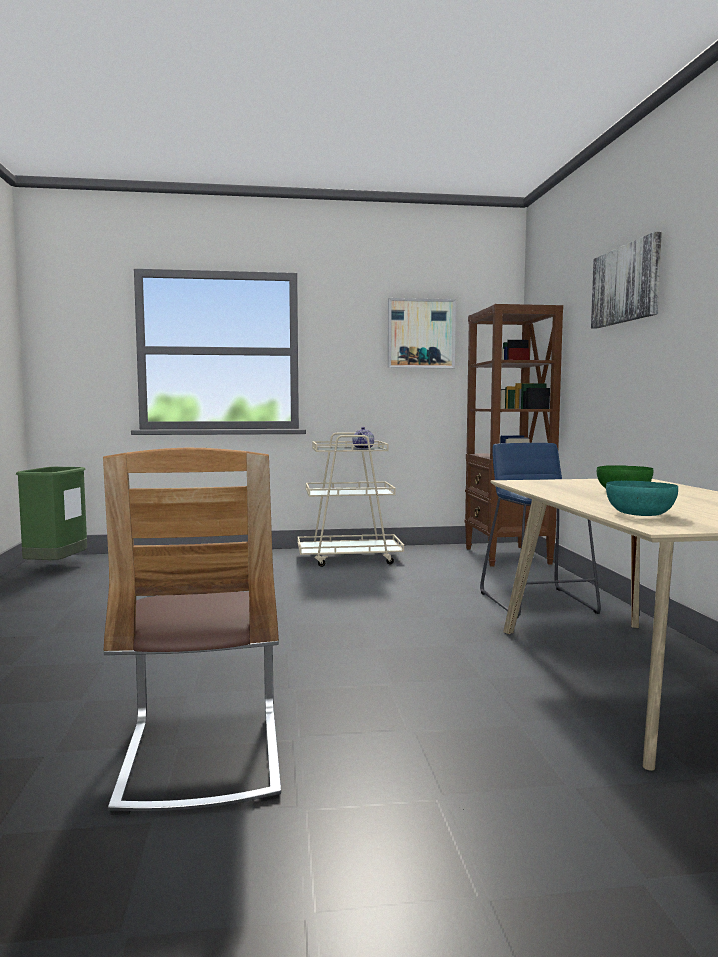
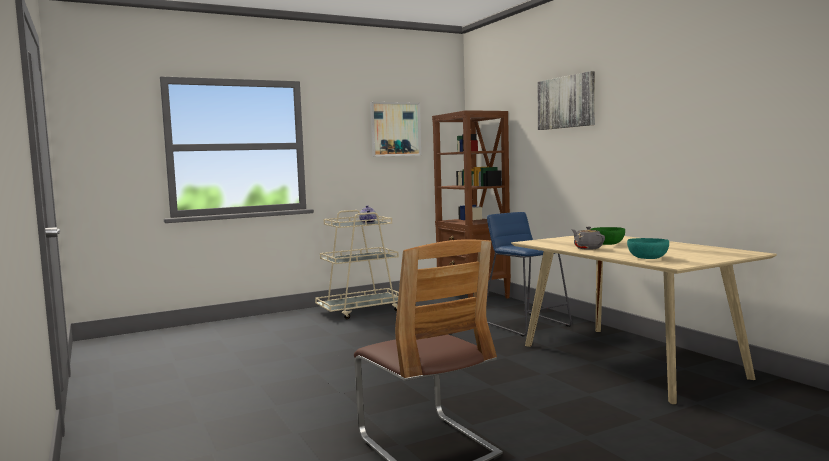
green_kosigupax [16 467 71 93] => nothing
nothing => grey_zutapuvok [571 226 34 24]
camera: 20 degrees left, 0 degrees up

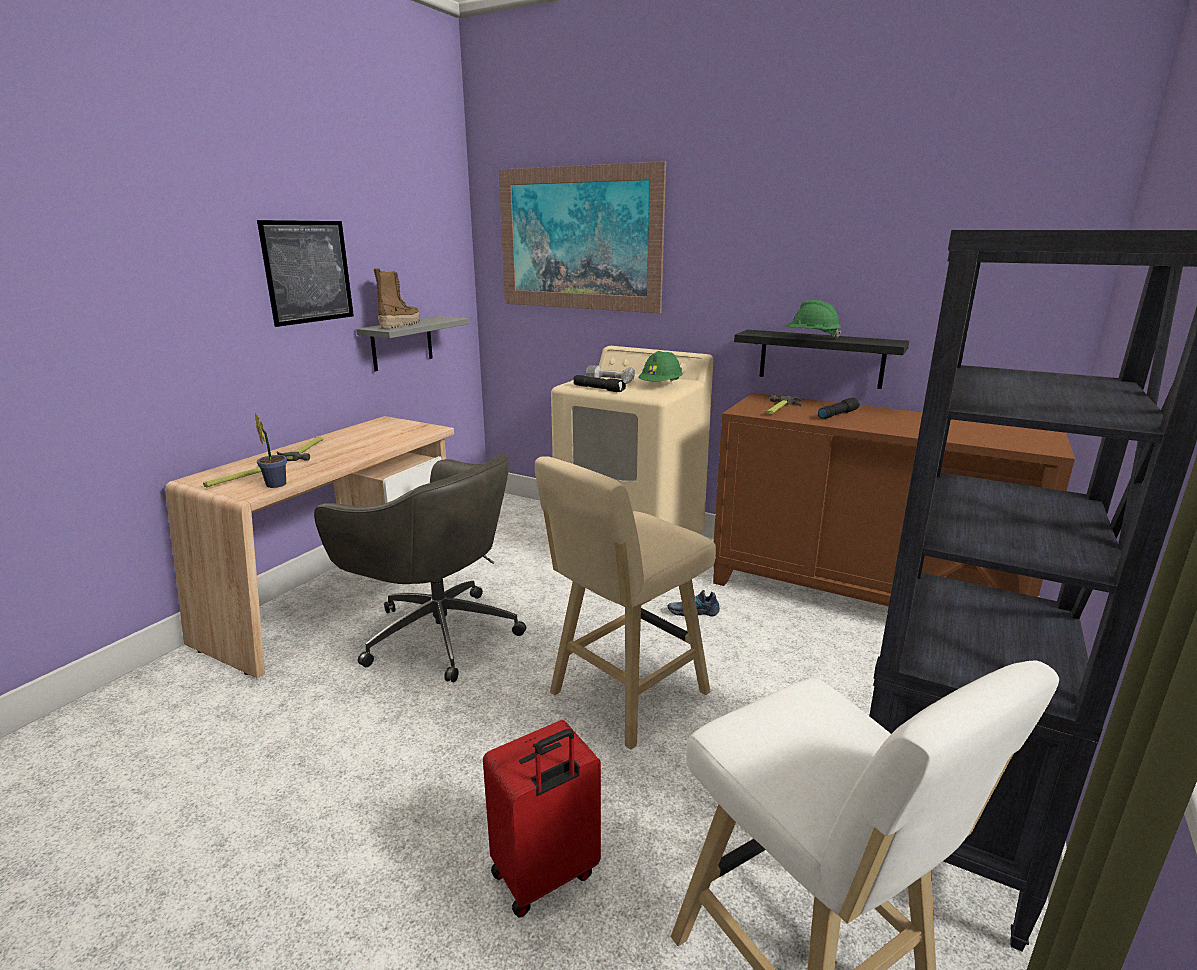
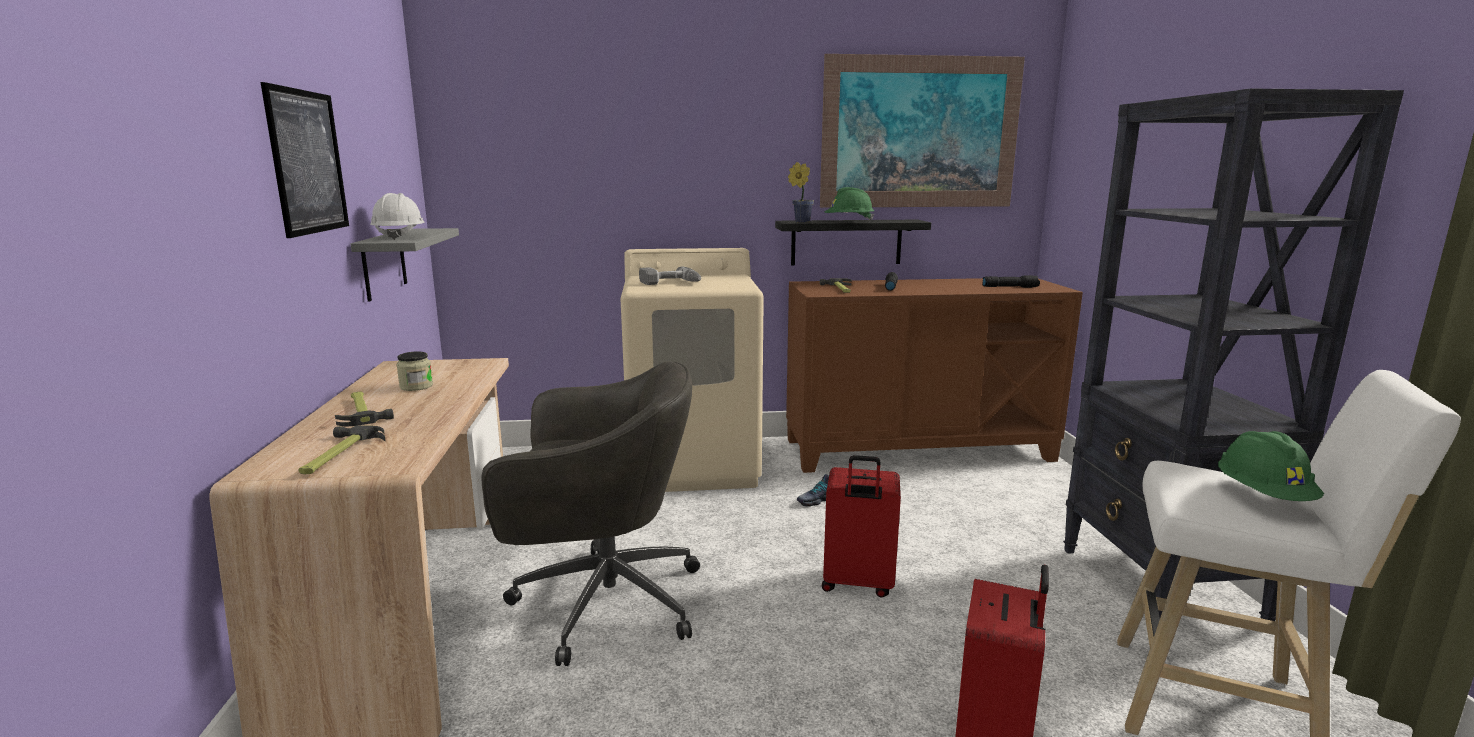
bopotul [255 413 32 75] => bopotul [788 162 26 61], shifted
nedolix [374 268 46 61] => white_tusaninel [370 193 55 47]
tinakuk [499 161 167 152] => tinakuk [820 54 205 154], shifted
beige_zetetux [535 456 181 294] => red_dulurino [822 455 79 143]
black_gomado [573 375 53 17] => black_gomado [982 275 58 13], shifted
green_tusaninel [638 351 45 31] => green_tusaninel [1218 431 106 70], shifted
nothing => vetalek [397 351 36 40]
camera: 35 degrees left, 5 degrees down

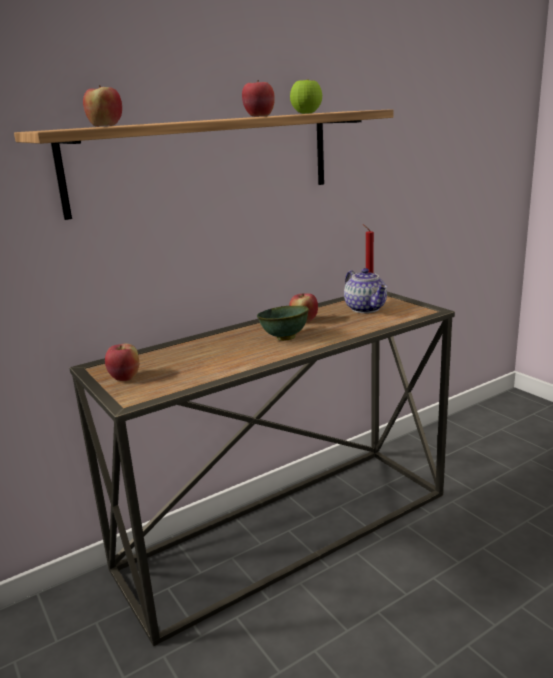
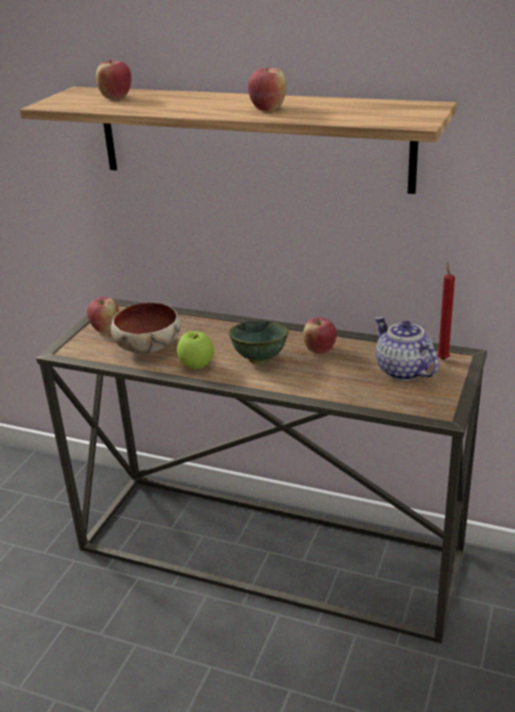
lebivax [290 80 32 34] => lebivax [177 331 37 38], shifted
zutapuvok [344 268 43 45] => zutapuvok [375 316 64 65], 120 degrees clockwise
nothing => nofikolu [110 302 71 52]
camera: 55 degrees right, 10 degrees up

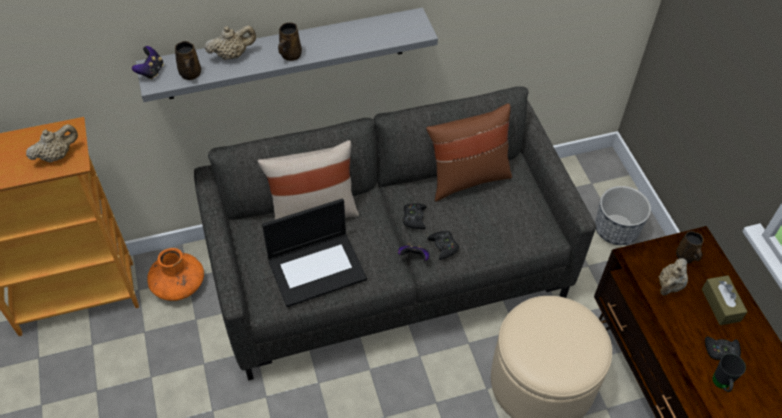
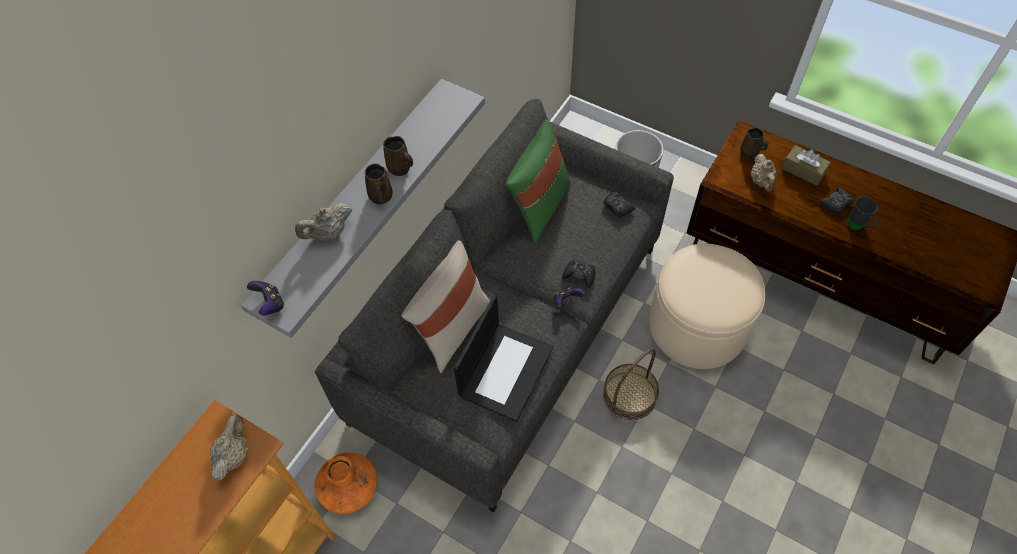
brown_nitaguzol [175 41 26 39] => brown_nitaguzol [383 136 30 40], shifted
beige_zutapuvok [204 25 52 35] => beige_zutapuvok [295 203 57 38], 150 degrees counterclockwise
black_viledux [403 203 24 26] => black_viledux [604 191 31 26], shifted
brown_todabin [426 103 86 99] => green_todabin [506 120 65 124]
nothing => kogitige [603 348 56 73]
camera: 40 degrees left, 5 degrees up

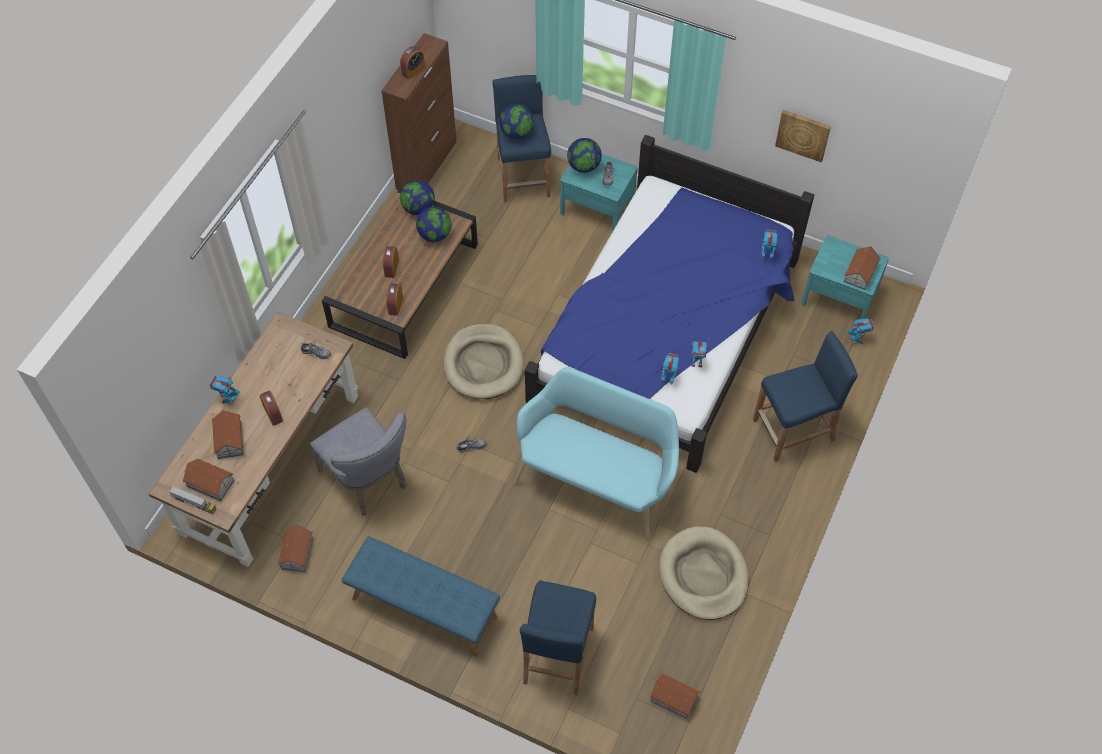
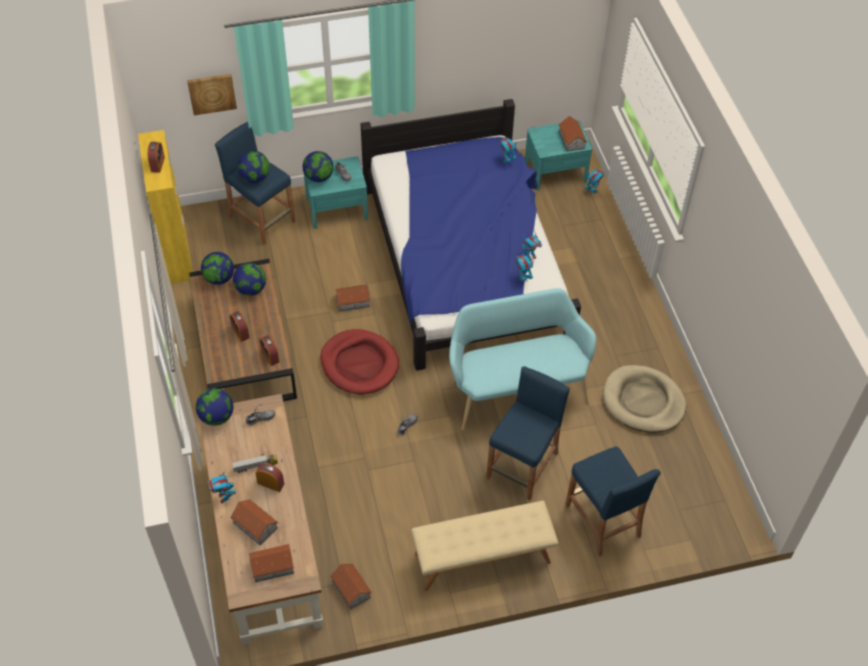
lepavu [169 486 47 28] => lepavu [232 455 46 18], shifted
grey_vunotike [310 407 96 109] => nothing
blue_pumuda [342 536 158 121] => beige_pumuda [411 501 148 90]
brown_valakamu [381 33 76 157] => yellow_valakamu [138 130 55 154]
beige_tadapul [444 324 80 75] => red_tadapul [320 329 79 66]
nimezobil [650 673 50 46] => nimezobil [335 284 36 27], shifted
blue_zetetux [753 331 105 131] => blue_zetetux [486 366 84 134], shifted
tinakuk [775 110 56 52] => tinakuk [187 74 50 41], shifted
nothing => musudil [196 388 37 38]
camera: 40 degrees left, 5 degrees down

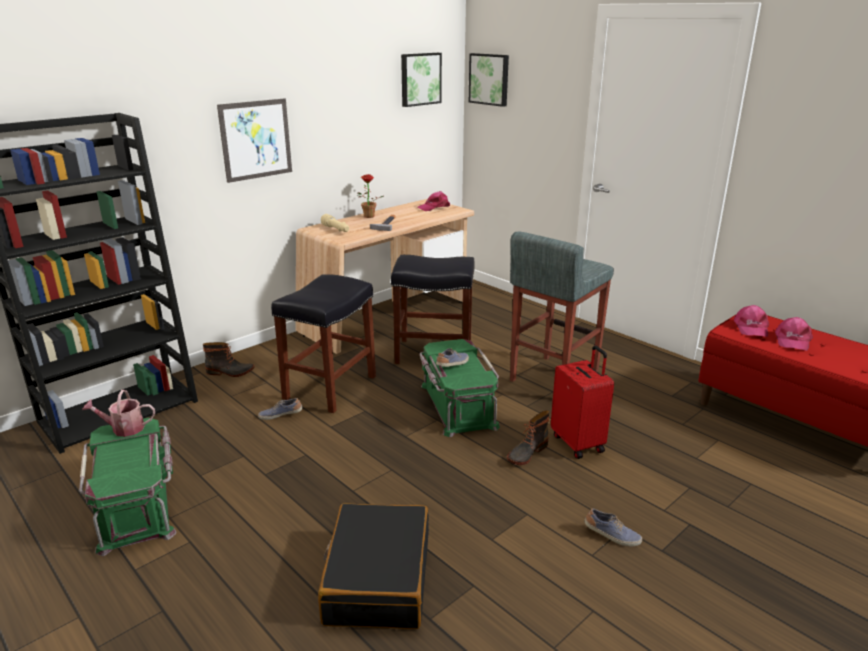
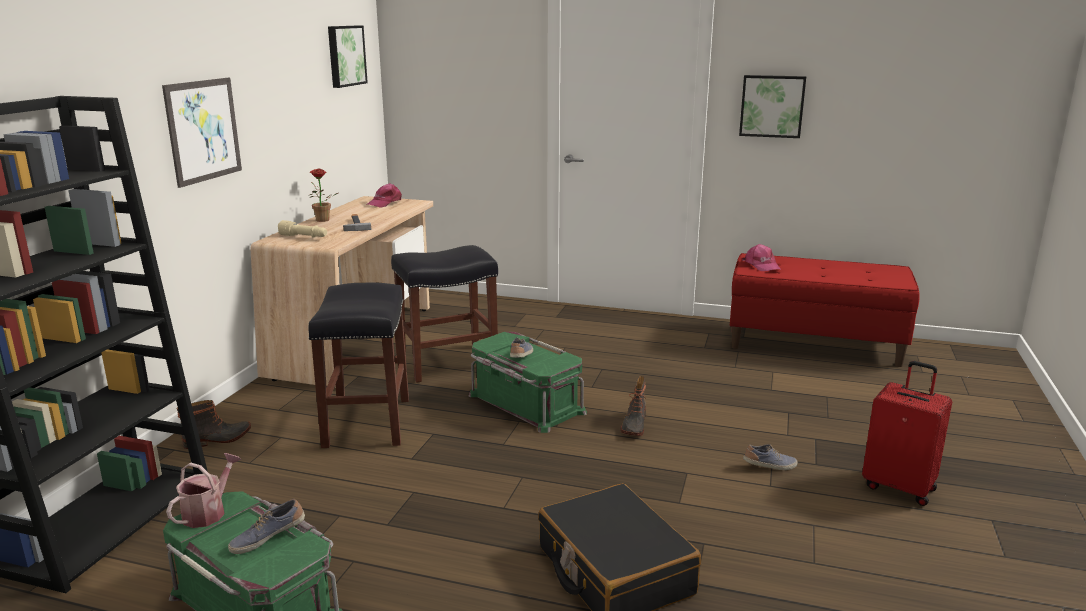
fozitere [82 390 73 47] => fozitere [166 453 75 75], 150 degrees clockwise
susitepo [258 398 45 22] => susitepo [228 499 77 55], shifted
tinakuk [469 53 40 54] => tinakuk [739 75 67 63], shifted
grey_zetetux [510 232 104 150] => nothing
red_dulurino [551 345 63 114] => red_dulurino [862 361 90 145], shifted
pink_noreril [775 317 38 34] => nothing
camera: 30 degrees left, 5 degrees down

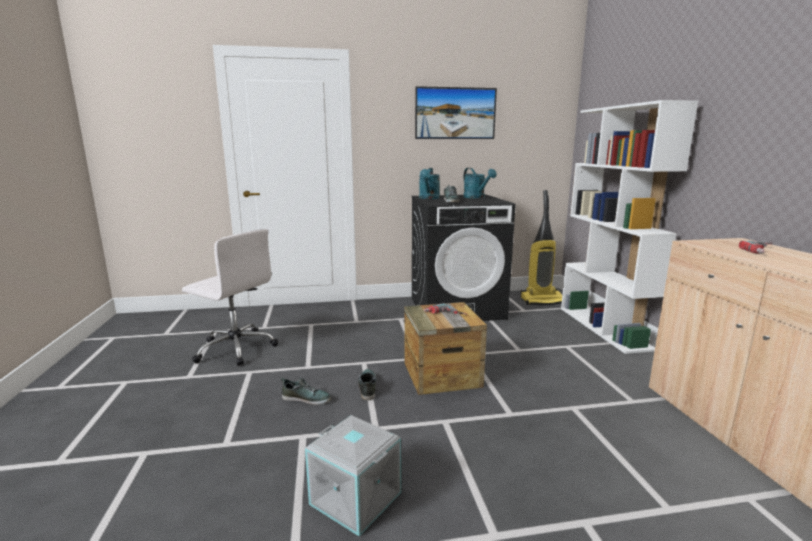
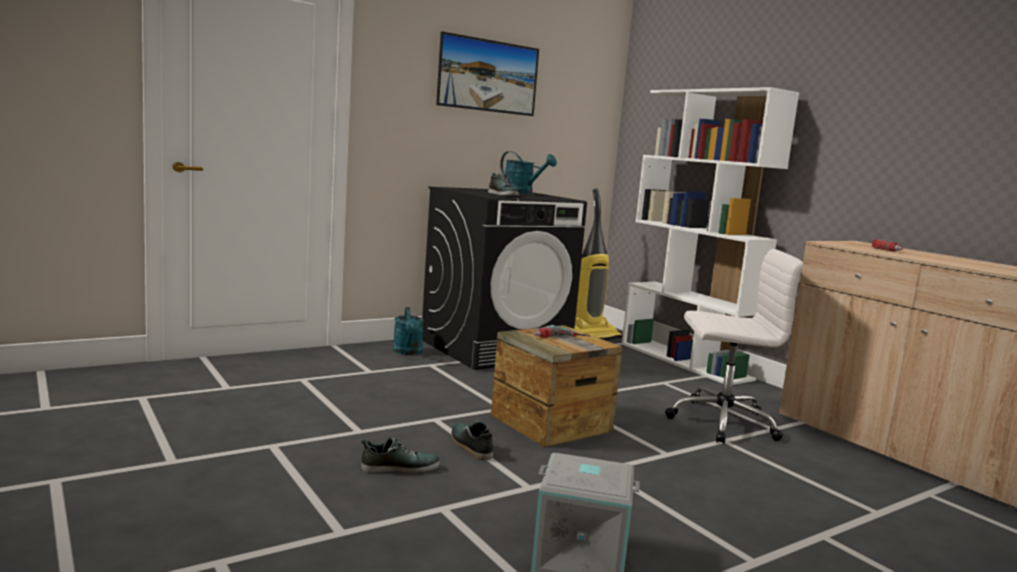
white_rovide [182 229 97 137] => white_rovide [665 249 138 195], shifted
turquoise_fozitere [419 168 21 31] => turquoise_fozitere [393 307 31 48], shifted
camera: 25 degrees left, 5 degrees down

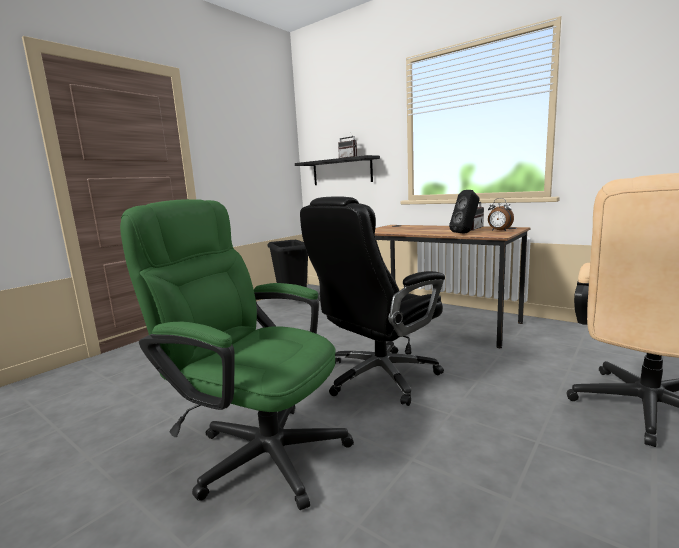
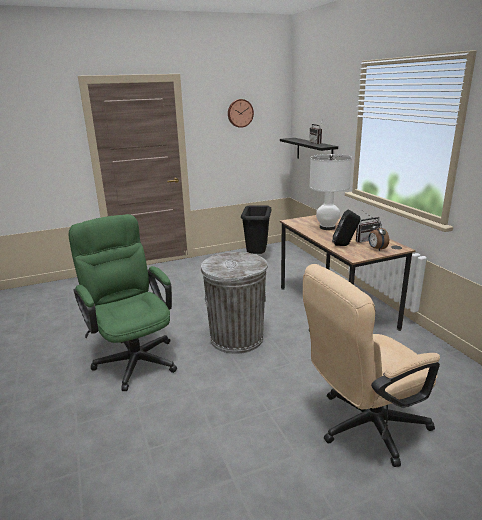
black_rovide [300 196 145 210] => grey_kosigupax [201 252 67 102]
nothing => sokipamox [228 99 26 29]
nothing => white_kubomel [309 154 43 76]
camera: 30 degrees right, 10 degrees up

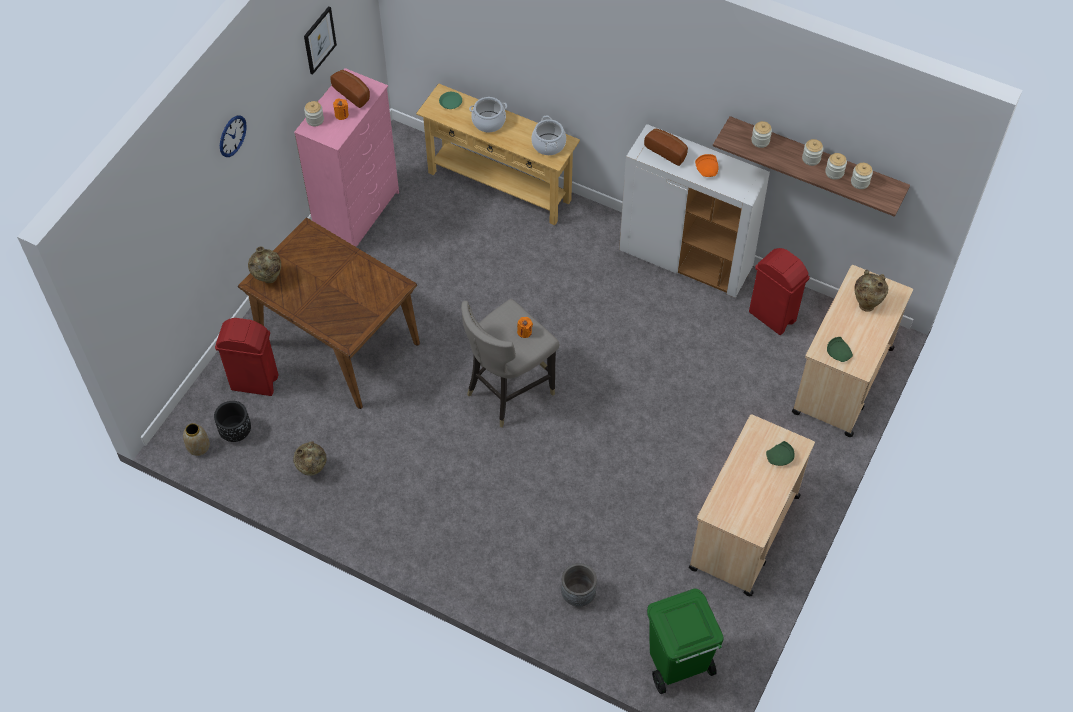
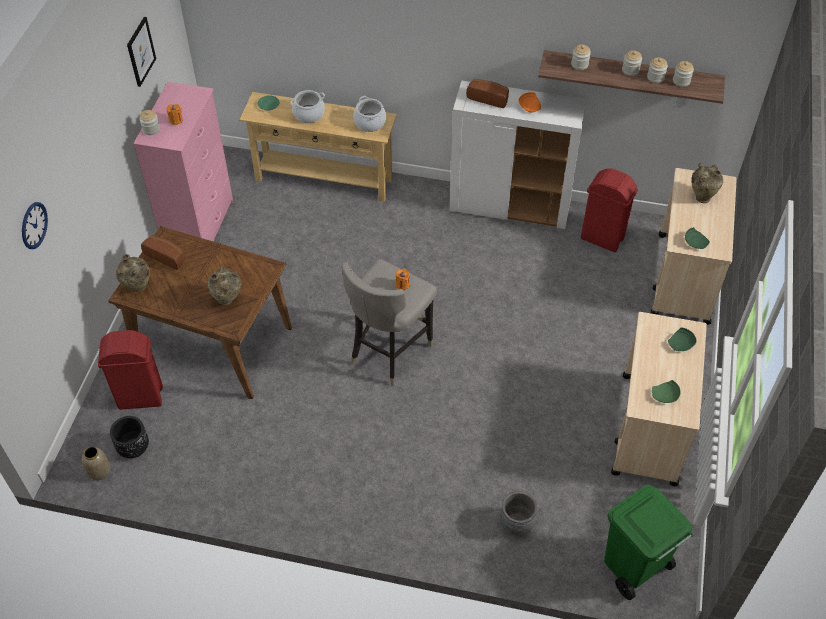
sokipamox [220 115 27 42] => sokipamox [22 202 26 47], shifted
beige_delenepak [293 441 34 35] => beige_delenepak [208 266 34 39], shifted
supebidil [330 70 40 38] => supebidil [141 236 44 34], shifted
nothing => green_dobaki [652 380 28 23]
camera: 15 degrees left, 5 degrees down

